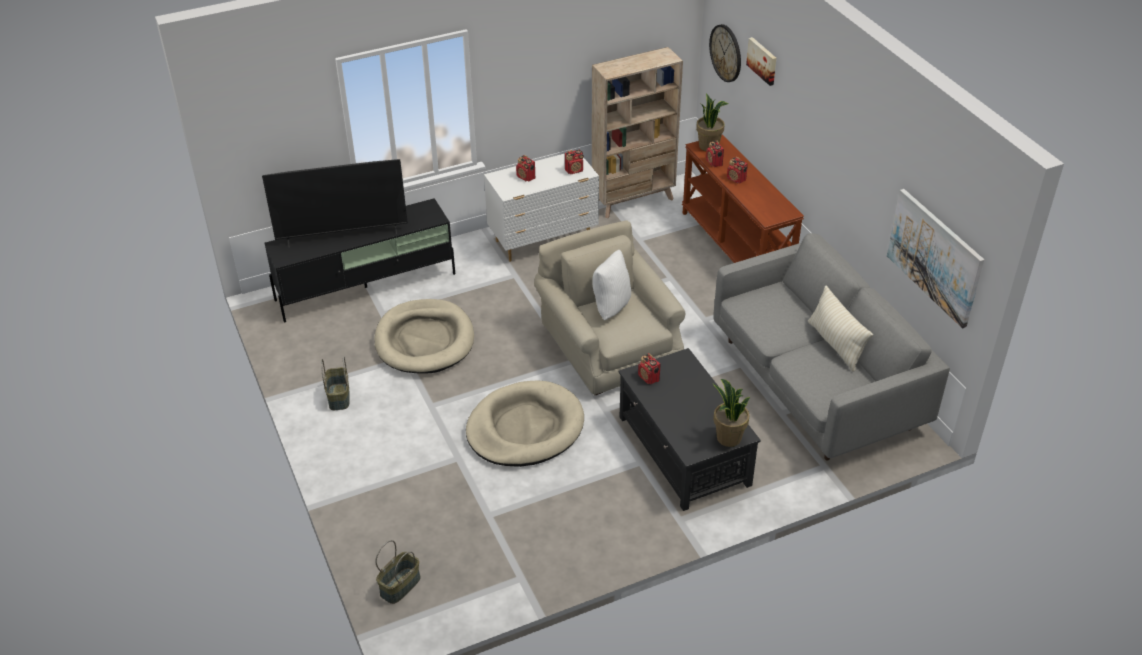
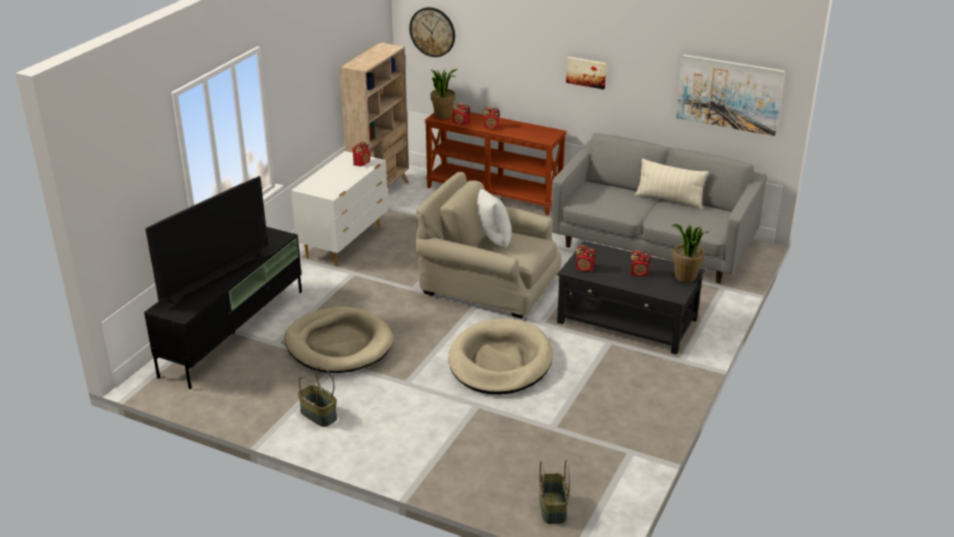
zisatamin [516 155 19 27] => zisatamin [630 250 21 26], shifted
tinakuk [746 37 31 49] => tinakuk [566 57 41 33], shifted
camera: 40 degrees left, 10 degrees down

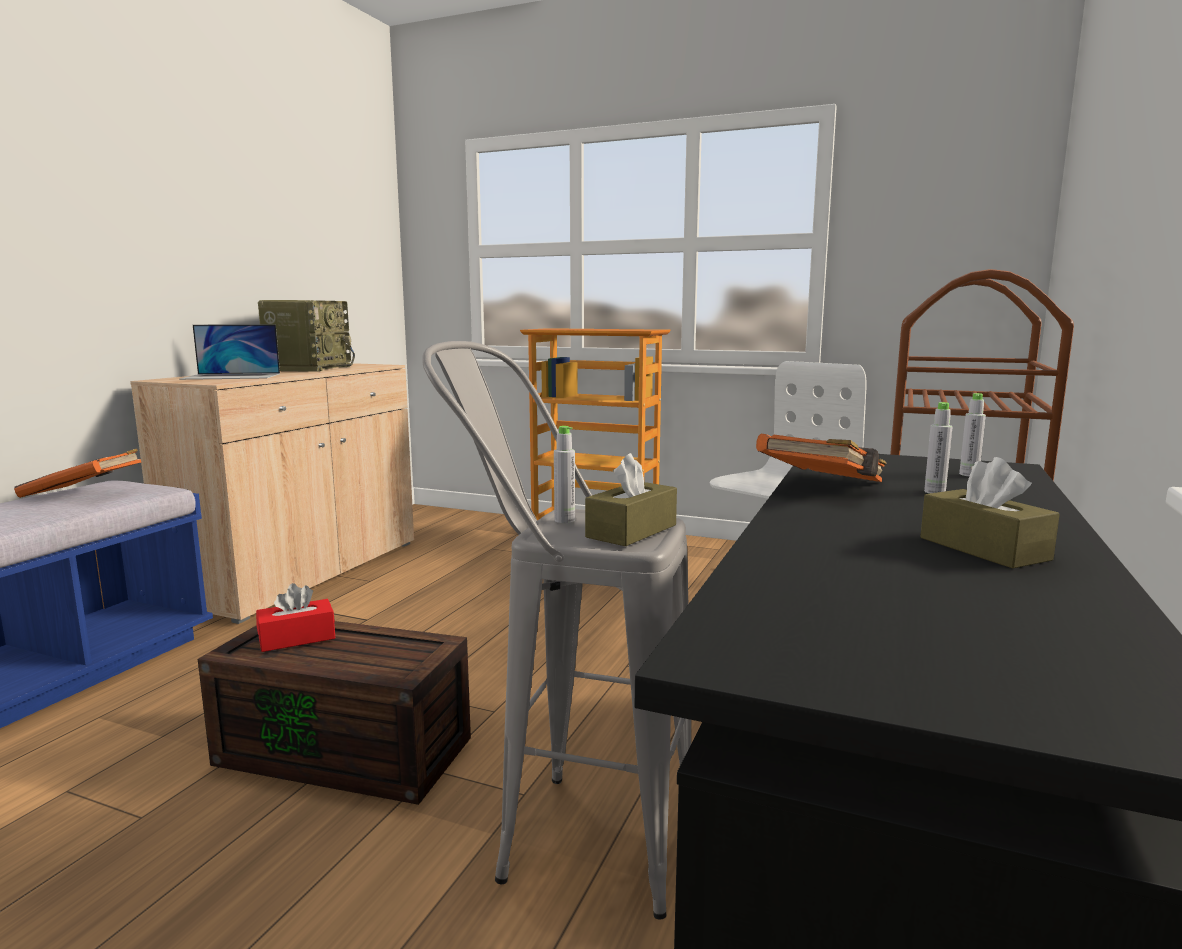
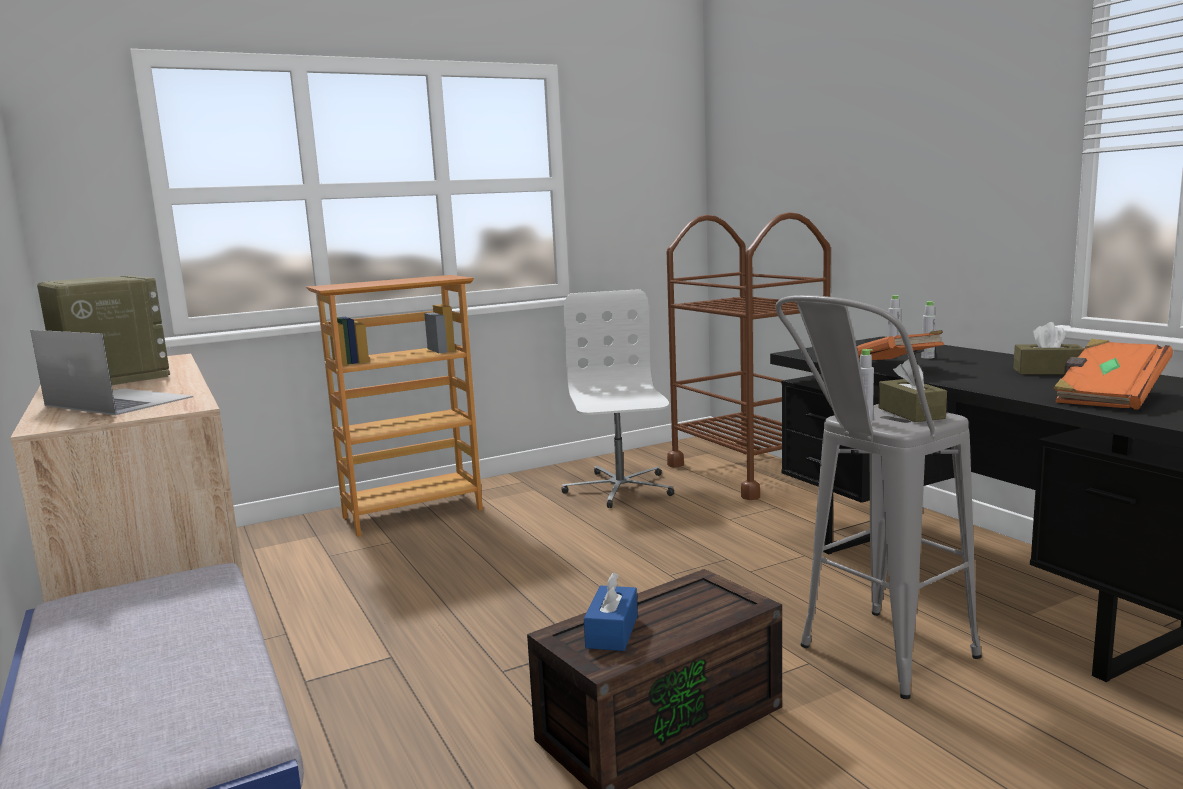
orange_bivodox [14 448 127 50] => orange_bivodox [1053 339 120 71], shifted
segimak [179 324 101 56] => segimak [31 330 162 85], 90 degrees counterclockwise
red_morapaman [256 583 79 69] => blue_morapaman [584 572 54 79]
camera: 50 degrees left, 0 degrees up

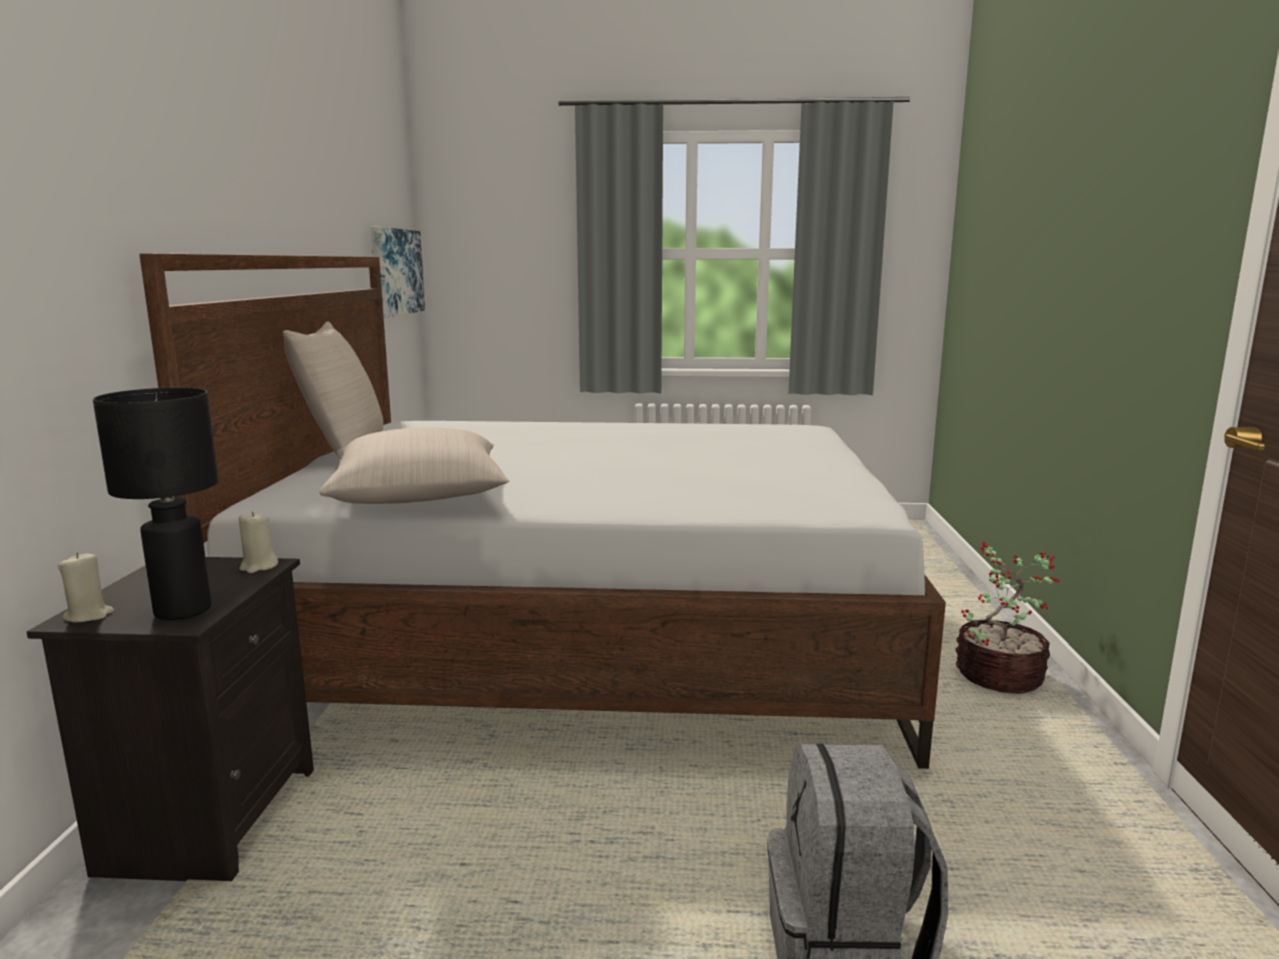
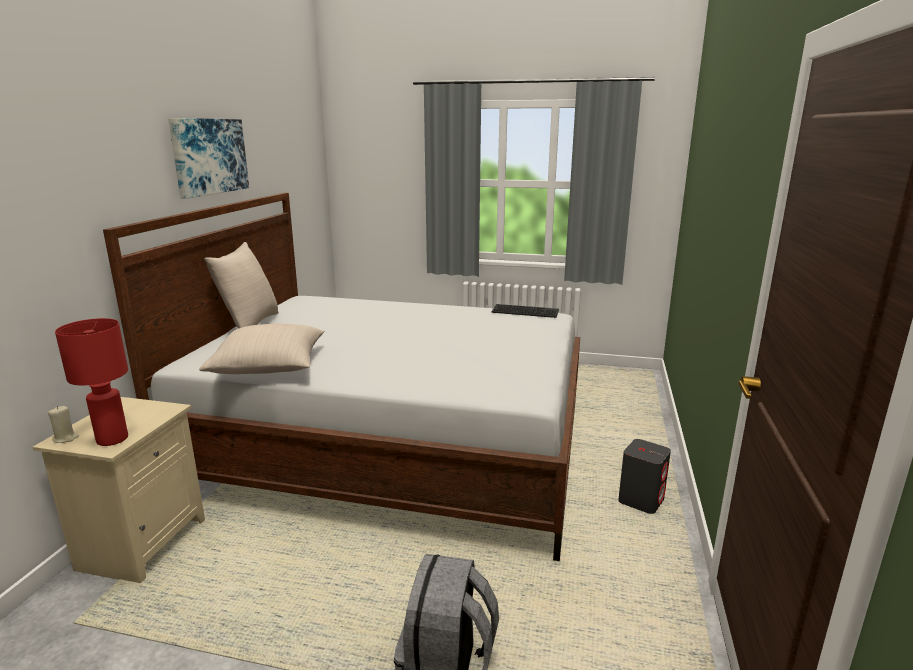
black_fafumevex [27 557 287 324] => beige_fafumevex [33 397 172 186]
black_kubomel [93 388 126 232] => red_kubomel [55 318 73 128]
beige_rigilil [239 511 39 62] => nothing
tinakuk [371 227 54 91] => tinakuk [168 118 81 81], shifted
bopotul [955 541 105 153] => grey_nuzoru [618 439 53 75]
nothing => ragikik [491 304 68 14]
camera: 10 degrees right, 5 degrees up

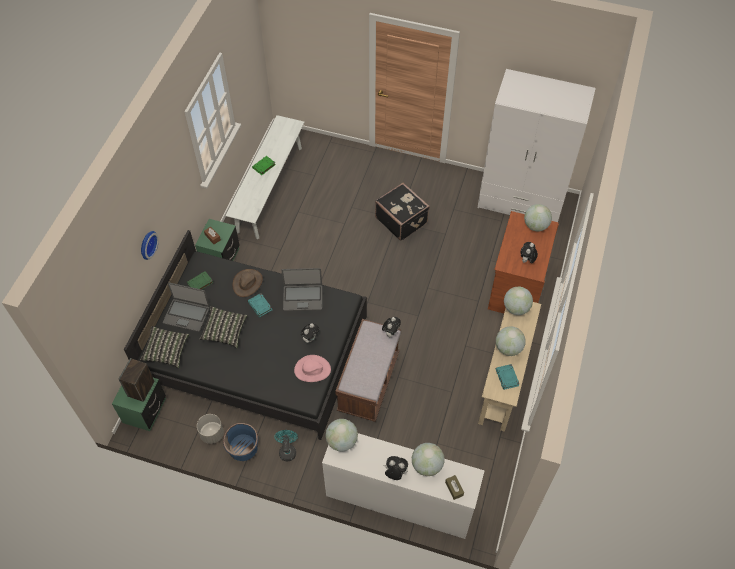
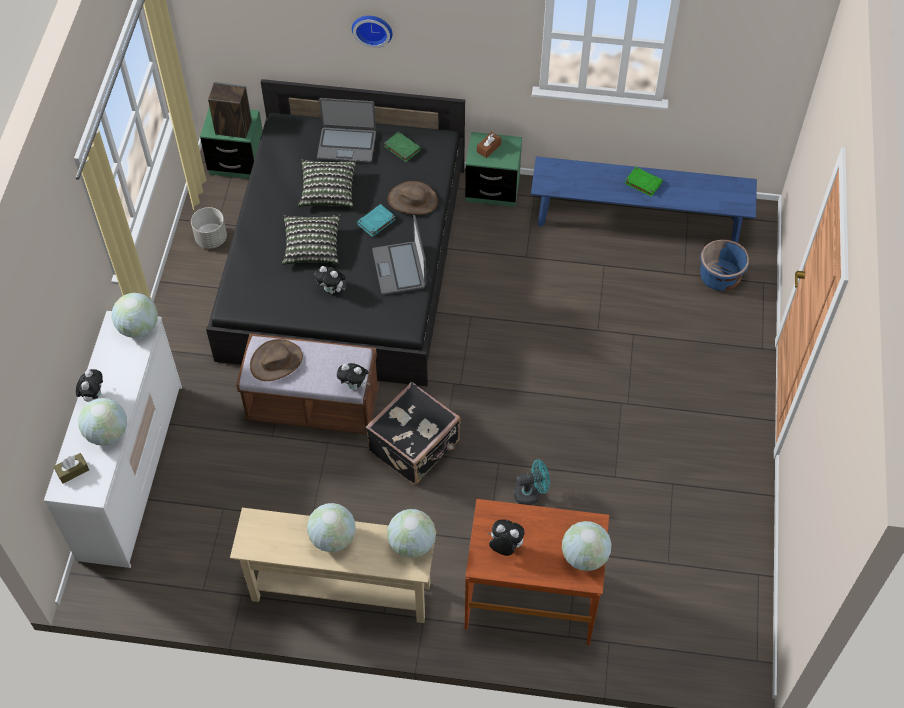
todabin [140 326 49 42] => todabin [282 215 58 50], shifted
segimak [163 282 47 50] => segimak [317 98 59 65], 90 degrees counterclockwise
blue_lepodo [223 423 35 38] => blue_lepodo [700 239 49 52], shifted
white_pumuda [225 115 80 124] => blue_pumuda [531 156 226 87]
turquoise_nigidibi [275 430 23 31] => turquoise_nigidibi [514 459 36 46], shifted
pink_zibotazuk [294 355 37 27] => nothing
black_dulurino [375 182 55 59] => black_dulurino [366 382 95 103], shifted
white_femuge [478 69 118 153] => nothing
turquoise_bivodox [496 364 24 26] => nothing
nothing => brown_zibotazuk [250 339 53 42]
camera: 80 degrees right, 0 degrees up

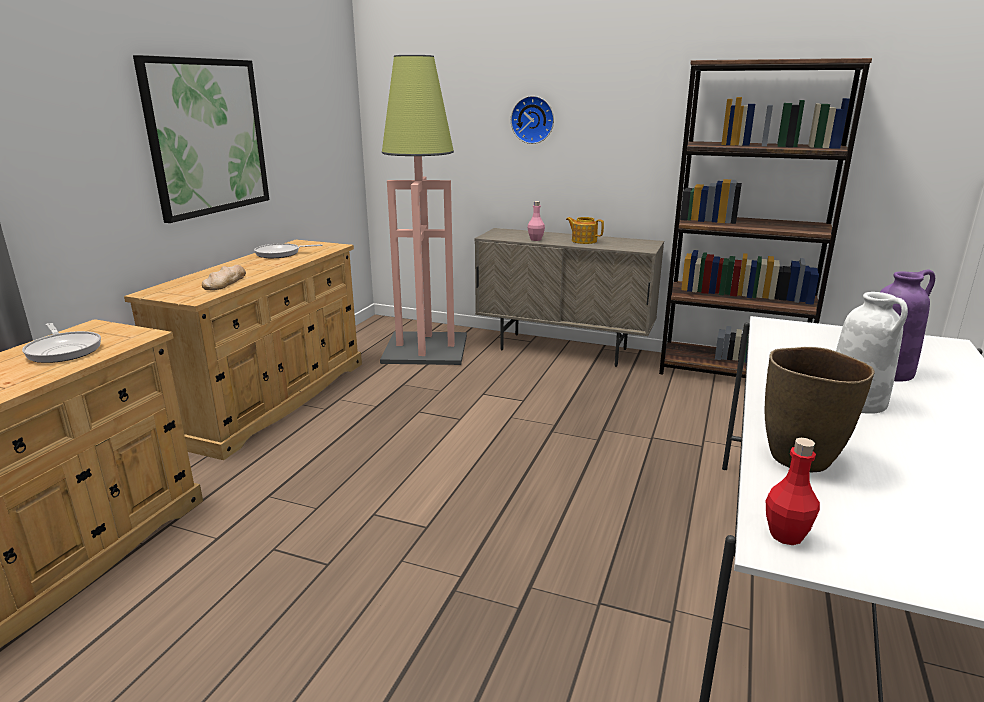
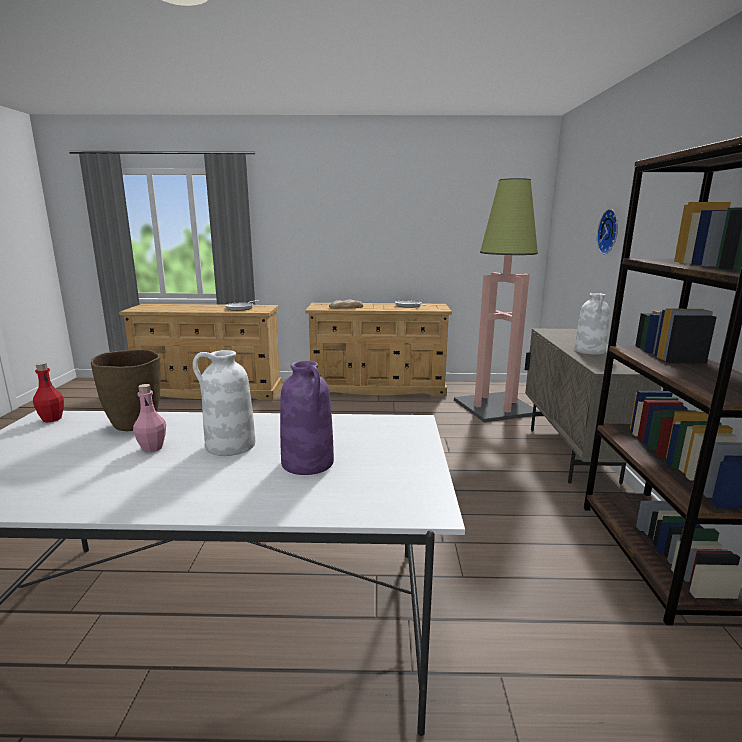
tinakuk [133 55 136 168] => nothing
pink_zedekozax [528 201 17 40] => pink_zedekozax [133 384 33 68], shifted
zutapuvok [566 217 38 27] => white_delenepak [574 293 36 62]
camera: 70 degrees right, 5 degrees down

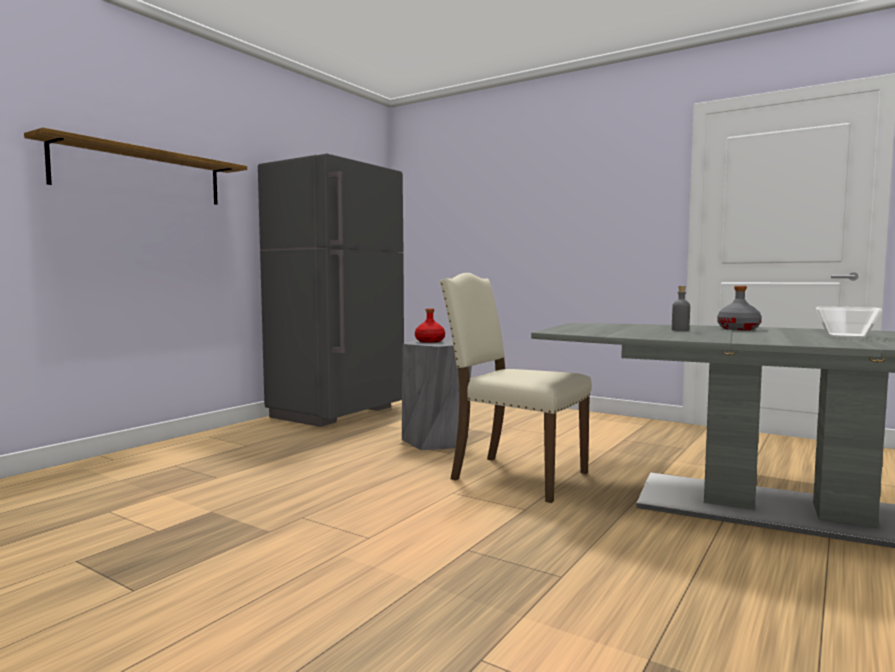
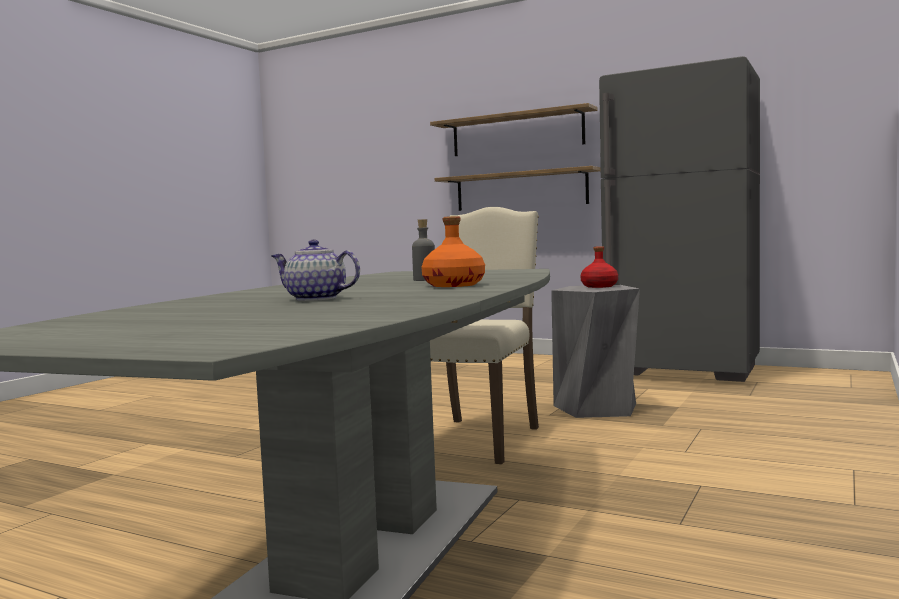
grey_zedekozax [717 286 45 44] => orange_zedekozax [422 216 63 71]
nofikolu [816 306 66 32] => zutapuvok [272 240 88 61]
nothing => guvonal [435 166 166 45]
camera: 85 degrees right, 0 degrees up

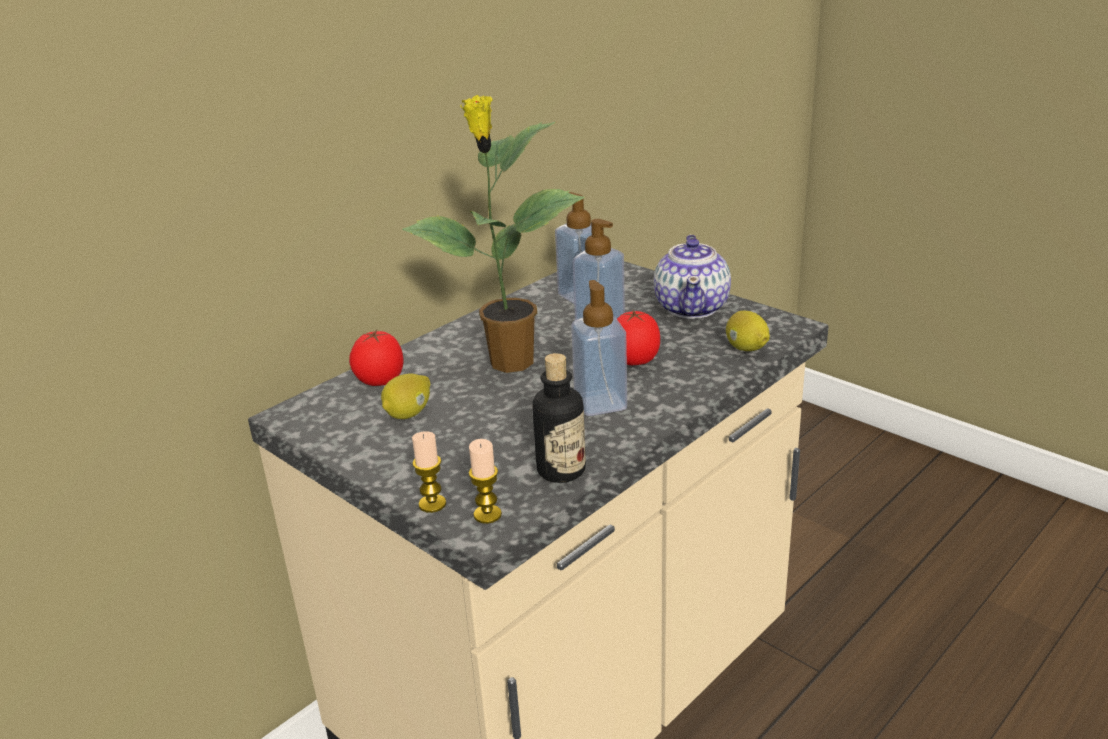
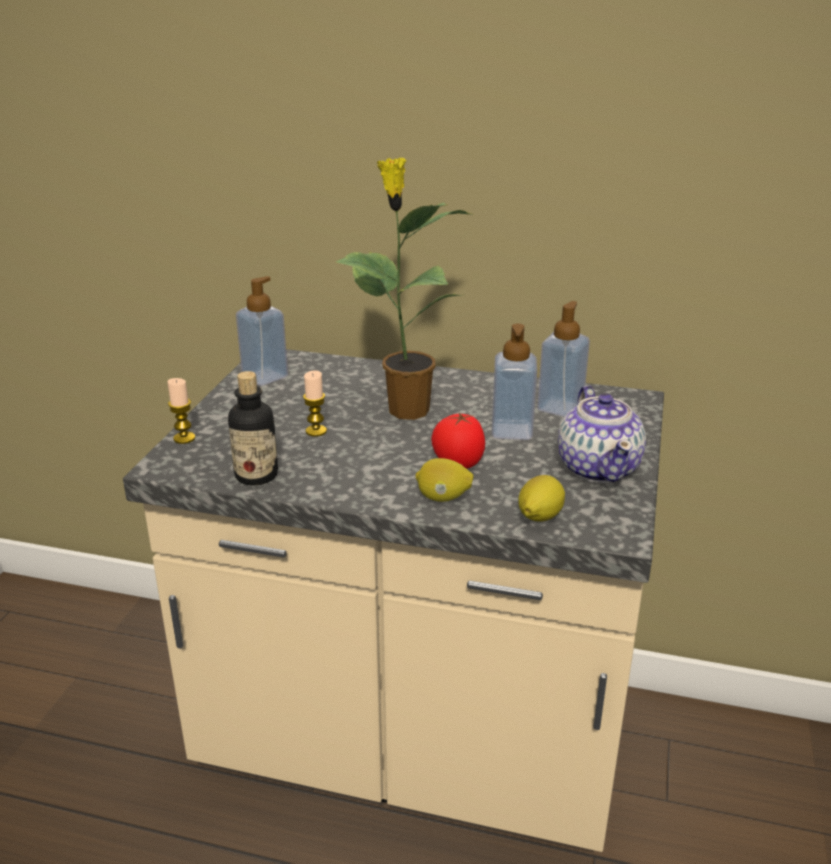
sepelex [349 330 55 56] => nothing
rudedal [381 373 49 46] => rudedal [415 458 59 44], shifted
rigilil [469 439 33 85] => rigilil [303 370 24 67], shifted
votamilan [571 280 56 136] => votamilan [236 276 52 110], shifted
zutapuvok [654 235 77 84] => zutapuvok [558 385 88 98], 75 degrees counterclockwise
camera: 60 degrees right, 0 degrees up

